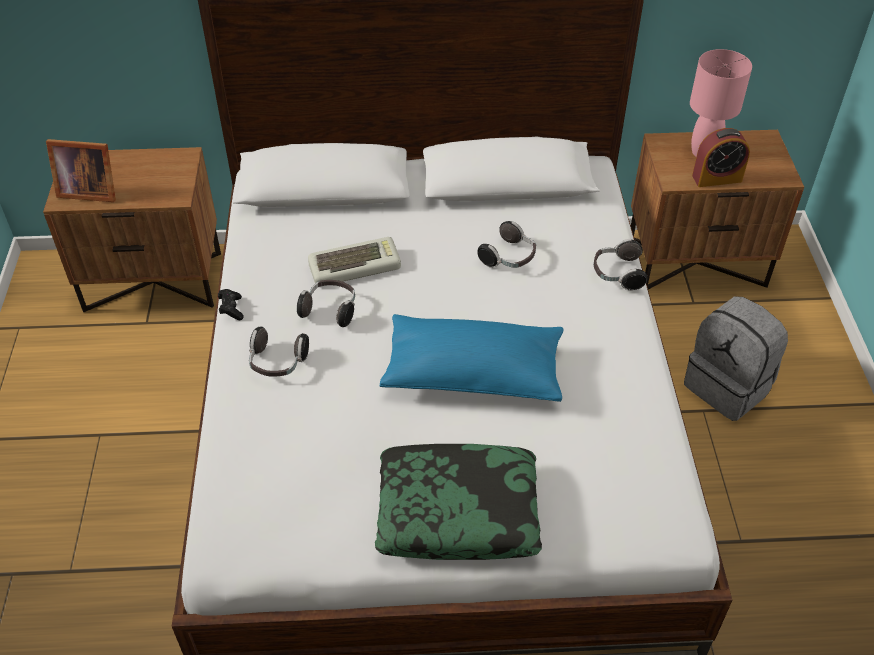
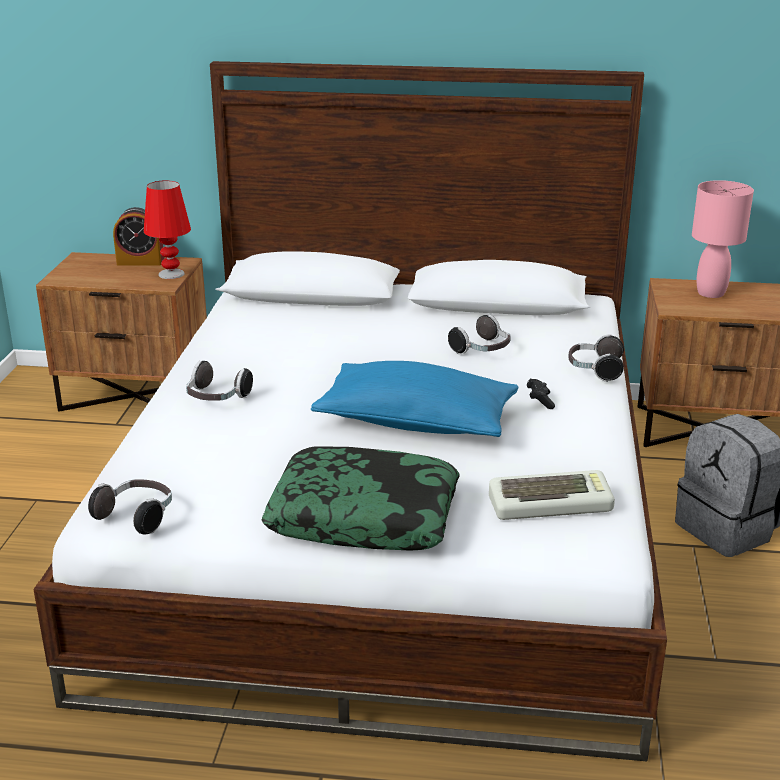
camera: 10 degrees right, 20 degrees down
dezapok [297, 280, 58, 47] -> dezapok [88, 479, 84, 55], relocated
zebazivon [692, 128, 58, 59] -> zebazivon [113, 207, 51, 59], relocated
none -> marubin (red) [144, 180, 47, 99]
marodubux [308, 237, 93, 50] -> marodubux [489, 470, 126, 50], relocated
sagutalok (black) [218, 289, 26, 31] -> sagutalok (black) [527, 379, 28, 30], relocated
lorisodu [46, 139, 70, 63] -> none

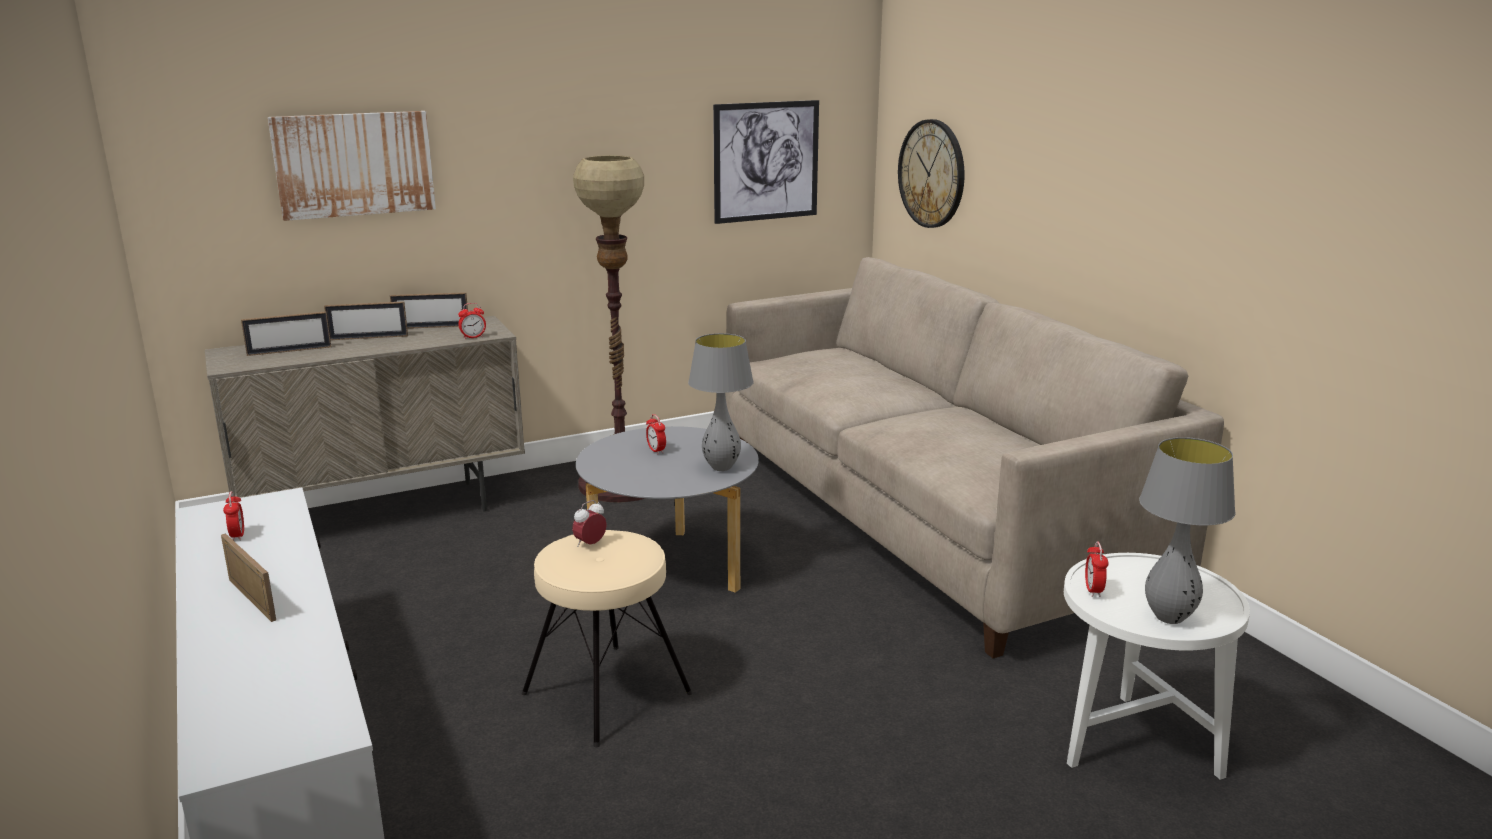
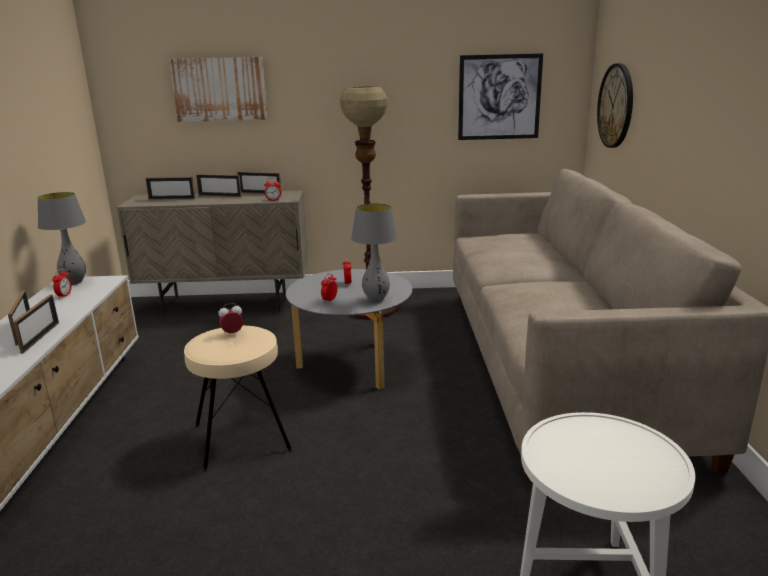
camera: 25 degrees right, 0 degrees up
none -> lorisodu [13, 294, 46, 60]
marubin (grey) [1139, 437, 97, 187] -> marubin (grey) [38, 192, 48, 93], relocated
zebazivon [1085, 542, 24, 55] -> zebazivon [321, 273, 17, 30], relocated

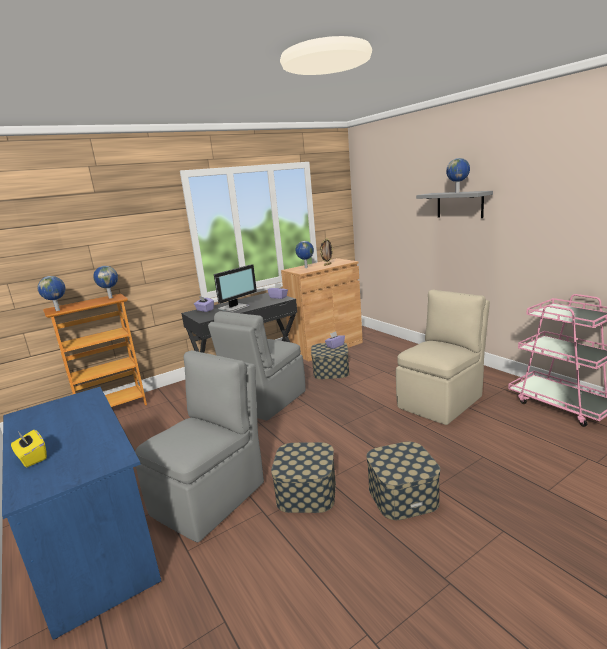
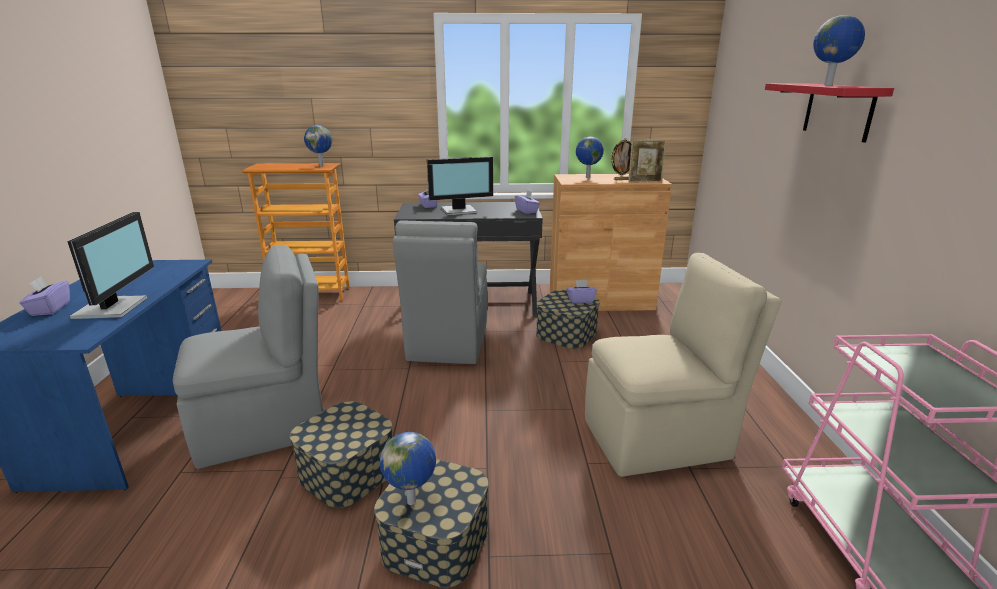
camera: 30 degrees right, 5 degrees up
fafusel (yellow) [11, 430, 36, 37] -> fafusel (purple) [20, 276, 50, 40]
none -> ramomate [67, 212, 87, 107]
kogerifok [38, 276, 27, 35] -> kogerifok [380, 432, 56, 73], relocated
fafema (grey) [208, 311, 98, 110] -> fafema (grey) [393, 220, 95, 144], 60 degrees counterclockwise
none -> lorisodu [628, 140, 38, 43]
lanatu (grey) [416, 191, 77, 27] -> lanatu (red) [765, 83, 129, 60]

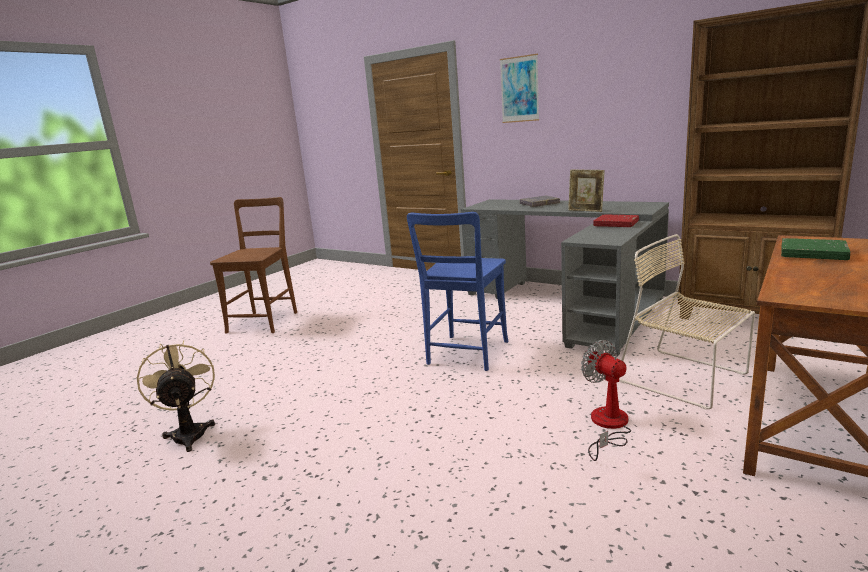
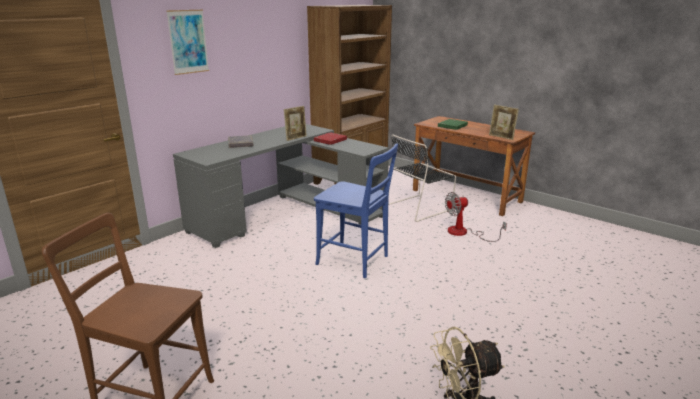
camera: 85 degrees left, 5 degrees up
fafema (beige) [619, 234, 136, 176] -> fafema (black) [388, 135, 68, 87]
none -> lorisodu [489, 105, 30, 35]

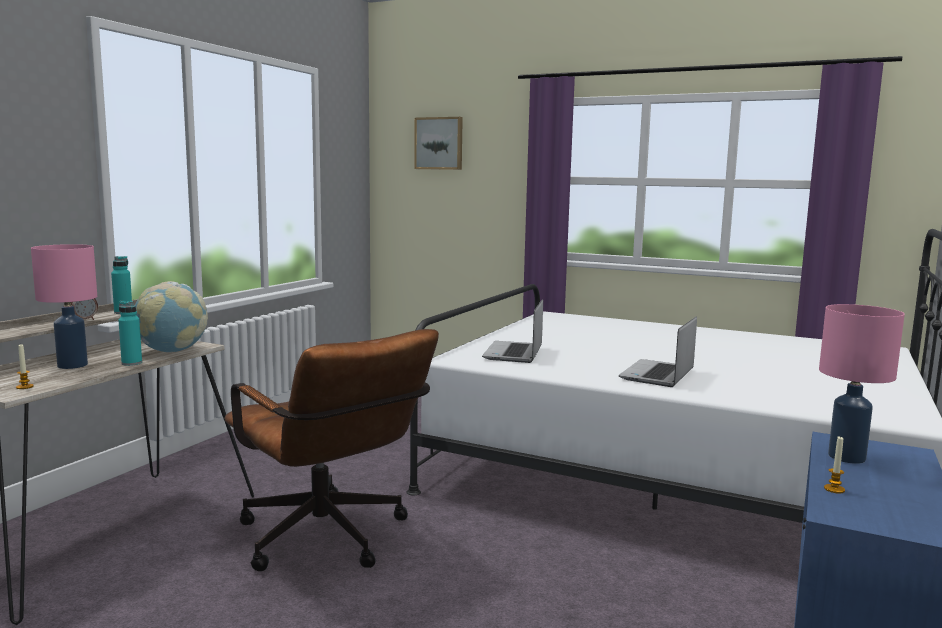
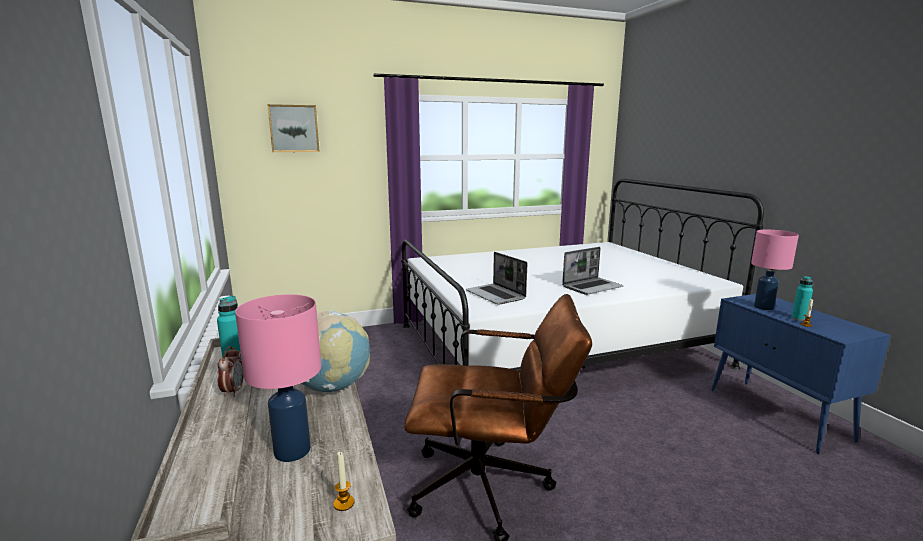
camera: 45 degrees left, 5 degrees up
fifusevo [619, 316, 78, 71] -> fifusevo [562, 247, 62, 48], 105 degrees counterclockwise
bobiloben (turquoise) [118, 301, 24, 65] -> bobiloben (turquoise) [791, 276, 22, 45], relocated

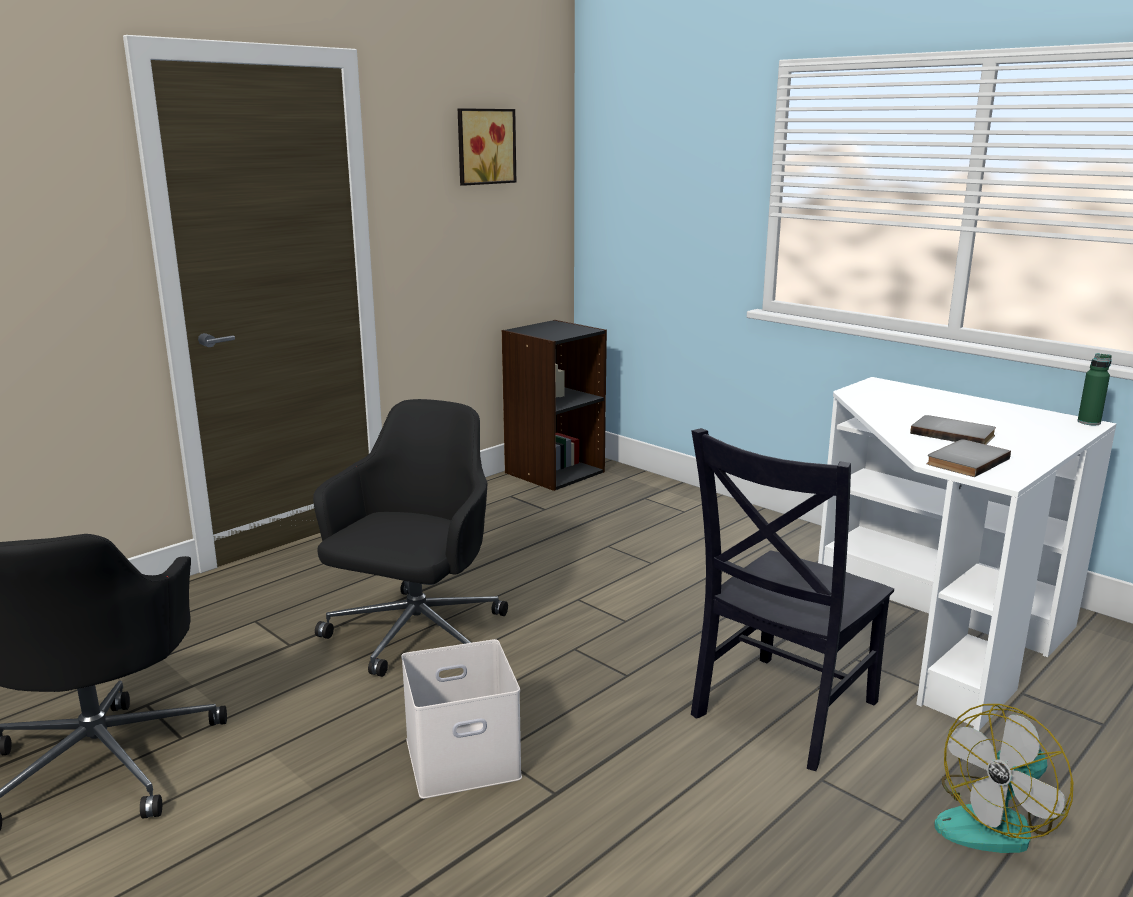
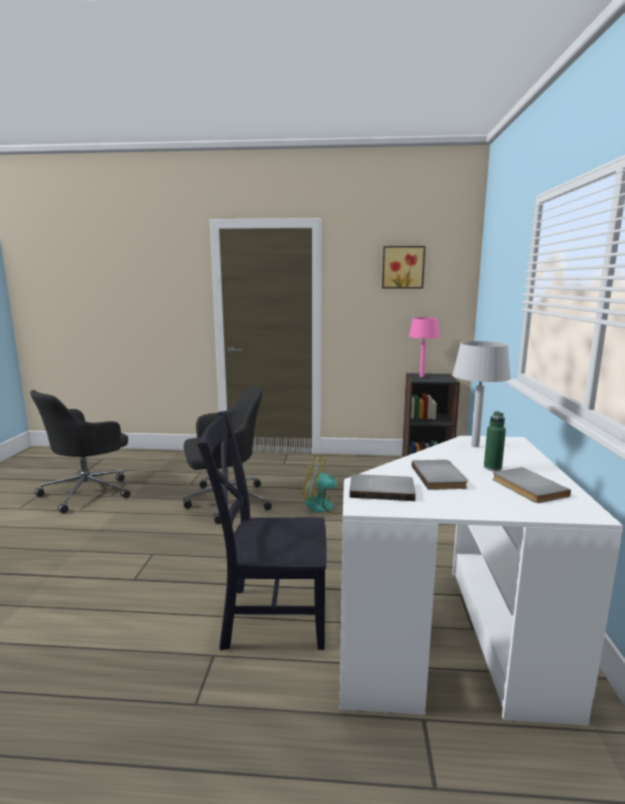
camera: 50 degrees right, 5 degrees down
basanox [934, 704, 139, 149] -> basanox [303, 455, 40, 59], relocated
none -> marubin (pink) [409, 317, 31, 60]
none -> marubin (grey) [452, 341, 59, 106]
bobiloben (green) [1077, 353, 35, 72] -> bobiloben (green) [484, 411, 22, 60], relocated
none -> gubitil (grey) [493, 467, 78, 36]
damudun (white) [401, 639, 121, 160] -> none

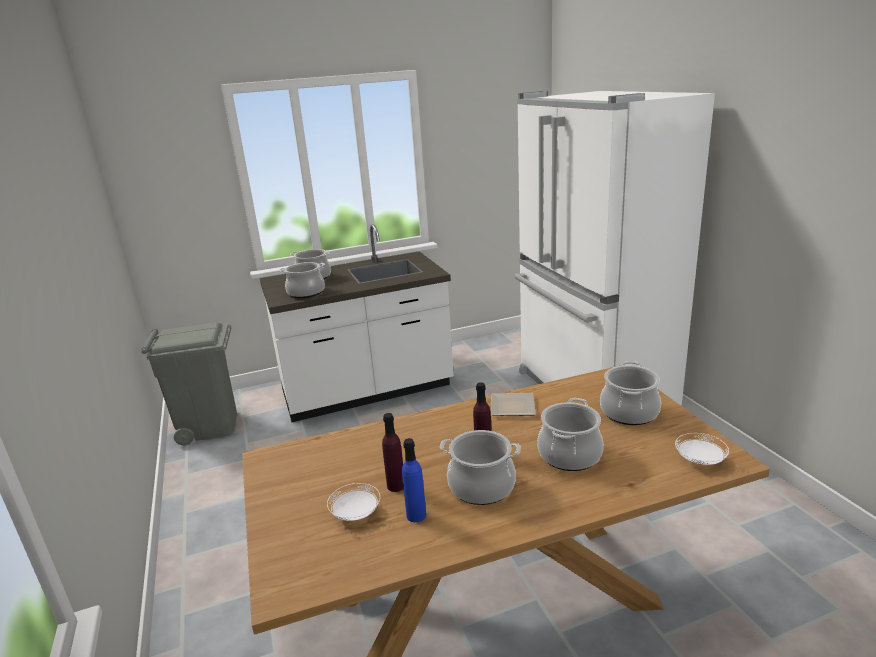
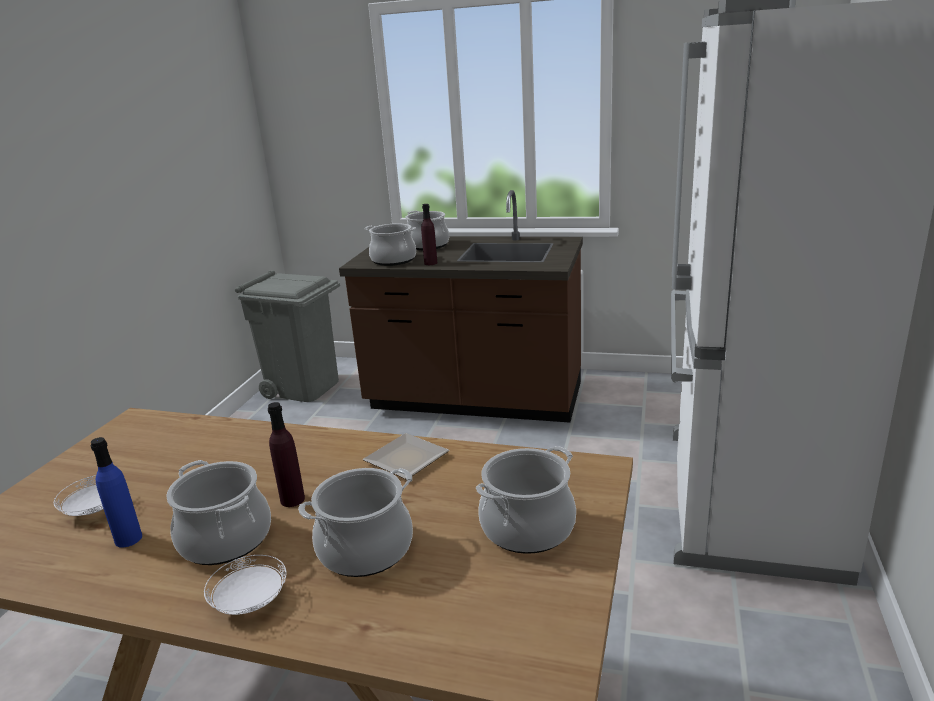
camera: 35 degrees right, 0 degrees up
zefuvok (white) [675, 433, 54, 32] -> zefuvok (white) [204, 555, 83, 60], relocated
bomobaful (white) [260, 224, 194, 198] -> bomobaful (brown) [339, 190, 244, 232]
bobiloben (purple) [382, 413, 22, 79] -> bobiloben (purple) [421, 204, 16, 61], relocated

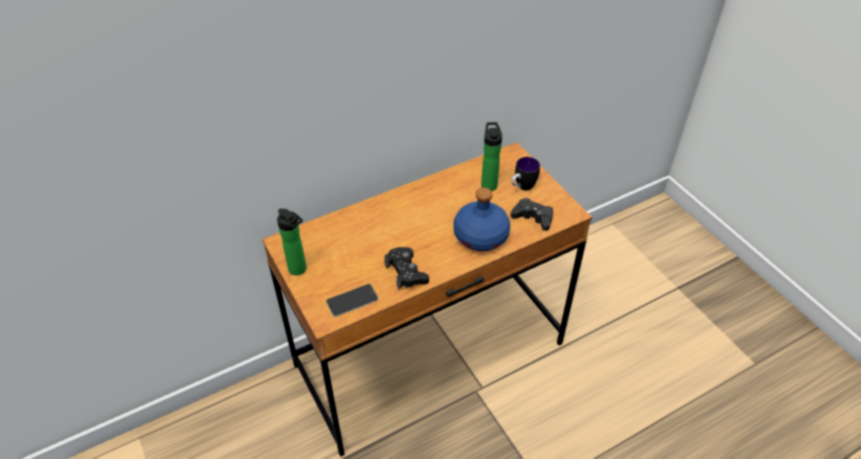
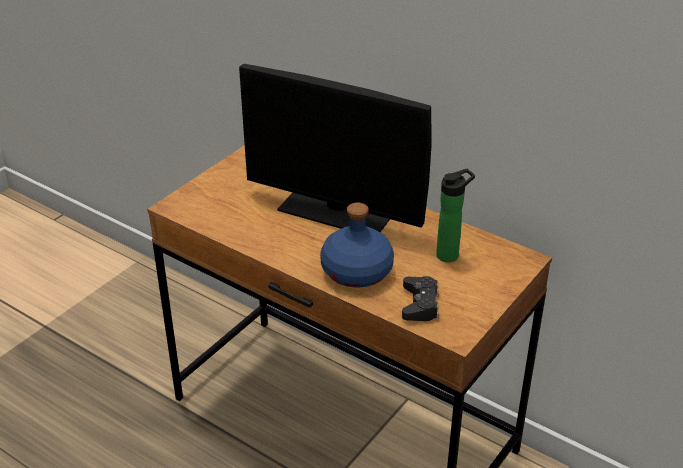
camera: 65 degrees right, 10 degrees down
none -> ramomate [239, 64, 193, 168]
bobiloben [277, 209, 30, 67] -> none
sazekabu [326, 284, 53, 33] -> none
sagutalok (black) [384, 247, 45, 42] -> none
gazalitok [511, 157, 29, 33] -> none

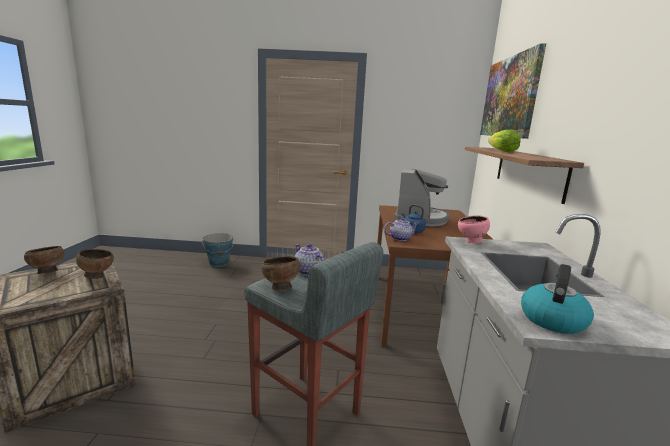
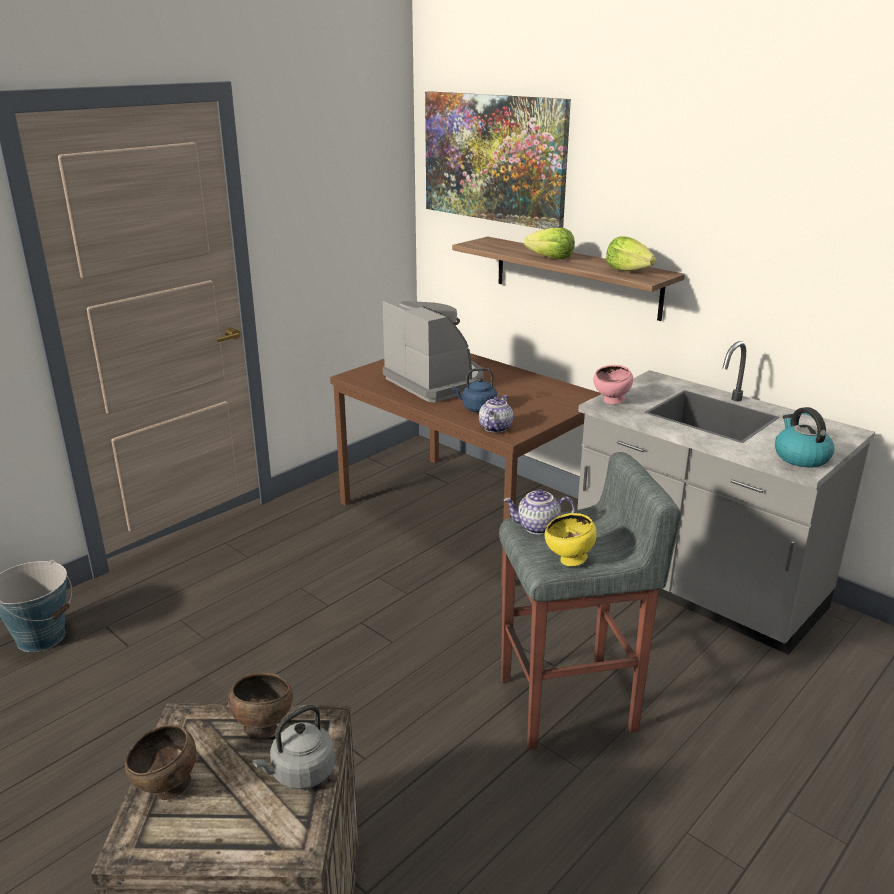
camera: 50 degrees left, 10 degrees up
none -> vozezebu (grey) [252, 705, 83, 84]
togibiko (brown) [261, 256, 39, 34] -> togibiko (yellow) [545, 513, 52, 53]
none -> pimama [606, 236, 50, 35]

